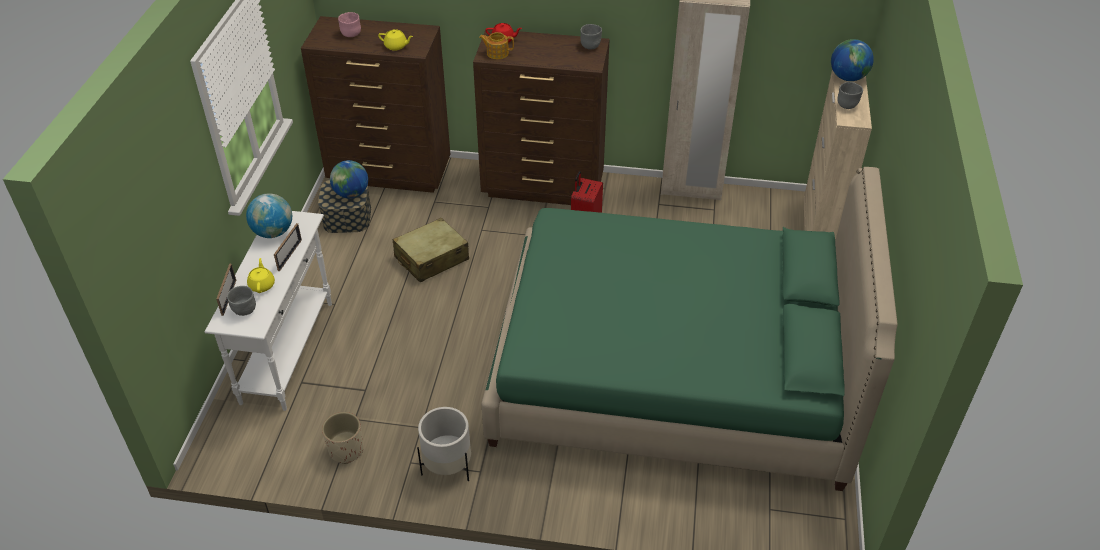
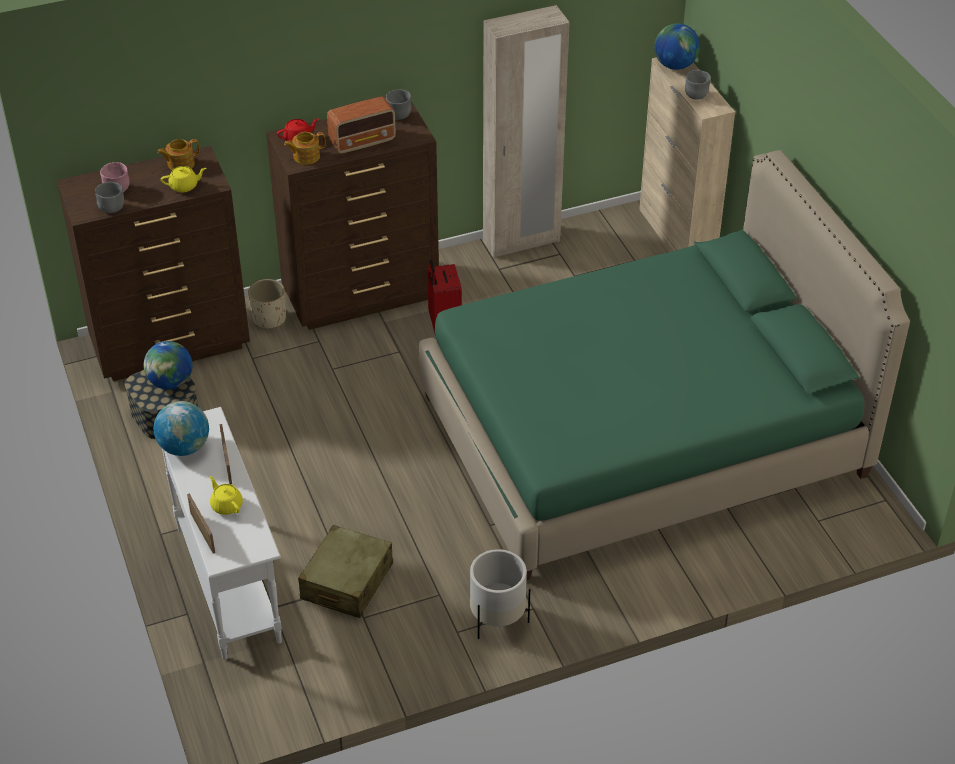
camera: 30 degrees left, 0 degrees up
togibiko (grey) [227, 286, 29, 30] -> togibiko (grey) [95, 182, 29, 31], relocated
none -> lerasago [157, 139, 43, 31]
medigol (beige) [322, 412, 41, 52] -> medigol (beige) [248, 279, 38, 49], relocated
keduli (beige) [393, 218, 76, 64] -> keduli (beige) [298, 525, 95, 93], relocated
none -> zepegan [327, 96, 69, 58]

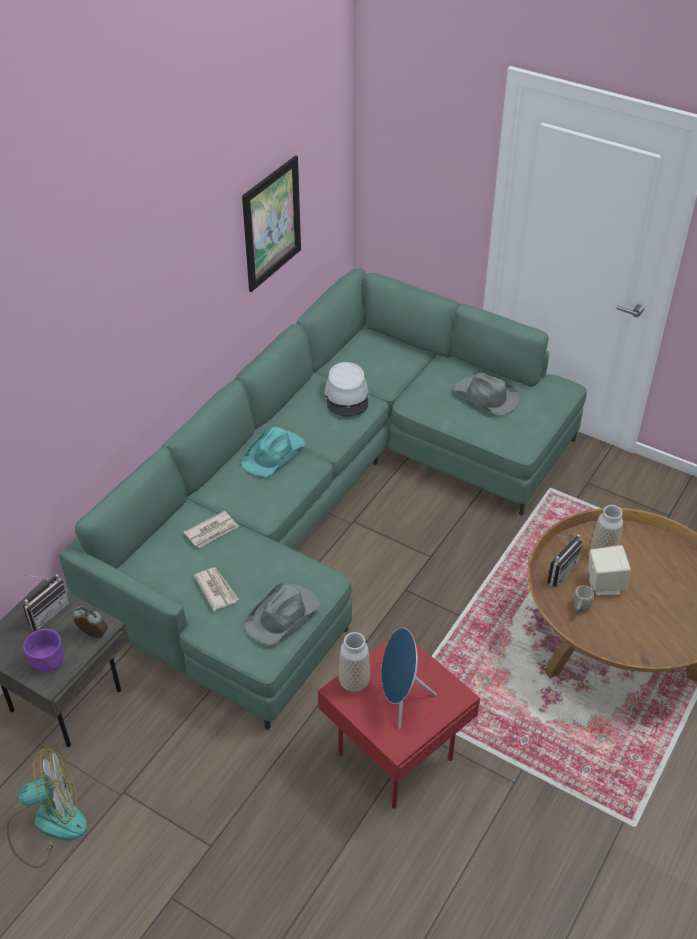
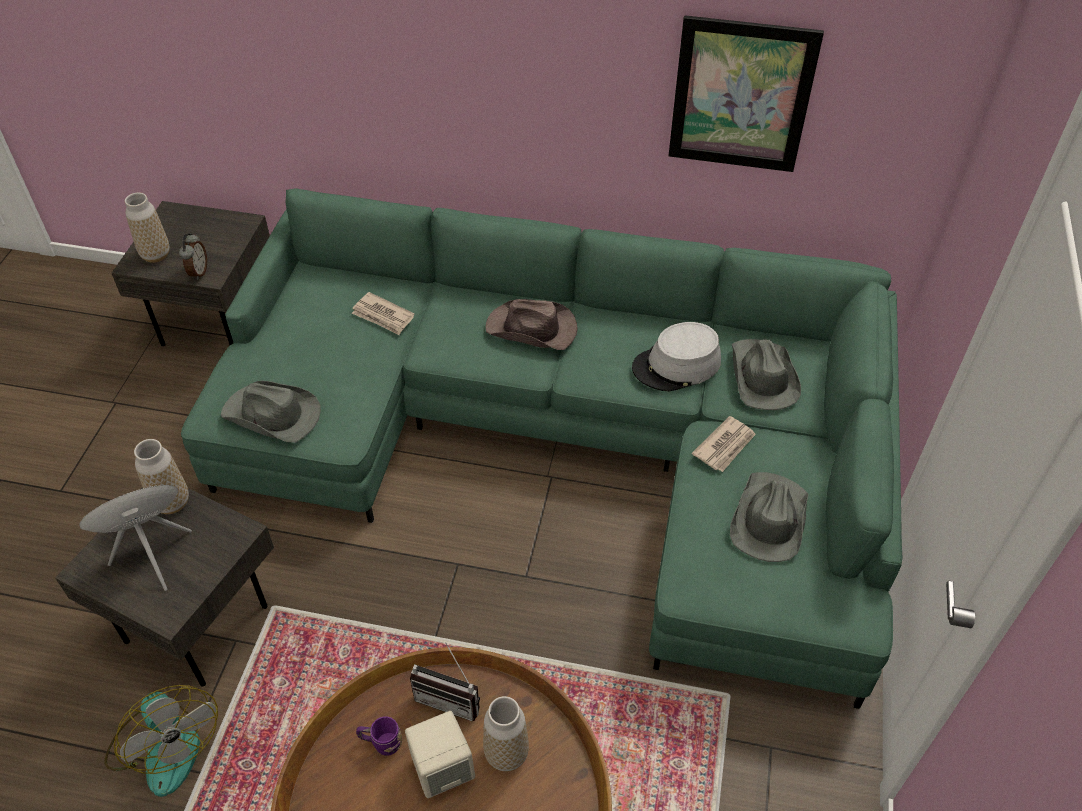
camera: 70 degrees right, 5 degrees up
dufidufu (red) [318, 637, 162, 172] -> dufidufu (grey) [55, 487, 219, 200]
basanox [7, 747, 80, 121] -> basanox [104, 685, 114, 112], relocated
togibiko (purple) [23, 629, 41, 44] -> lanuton [125, 193, 45, 70]
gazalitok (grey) [574, 585, 20, 30] -> gazalitok (purple) [356, 717, 46, 39]
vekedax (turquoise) [241, 427, 65, 50] -> vekedax (brown) [485, 299, 93, 51]
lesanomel [194, 567, 45, 44] -> lesanomel [692, 416, 64, 56], relocated
none -> vekedax (grey) [732, 339, 69, 71]
zepegan [23, 574, 46, 56] -> none

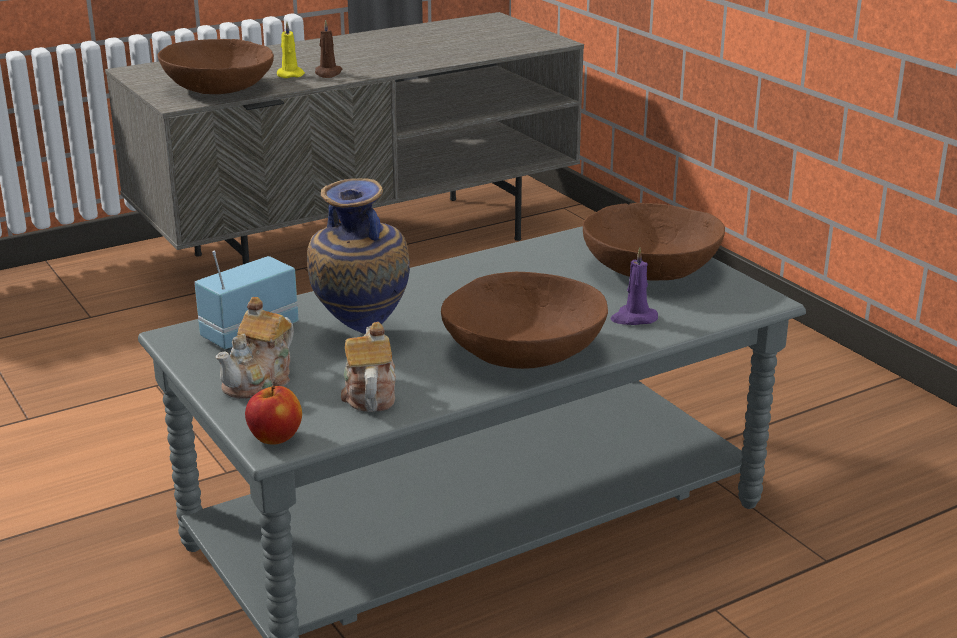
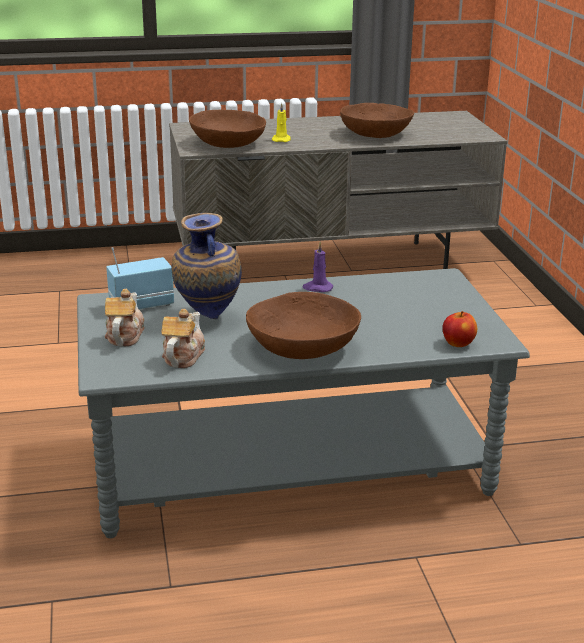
camera: 20 degrees right, 0 degrees up
lerasago [215, 297, 79, 102] -> lerasago [105, 289, 40, 57], 135 degrees clockwise
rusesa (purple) [610, 247, 48, 78] -> rusesa (purple) [302, 242, 31, 50], relocated
togibiko (brown) [583, 203, 142, 78] -> togibiko (brown) [340, 103, 74, 35], relocated
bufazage [245, 386, 57, 59] -> bufazage [442, 311, 35, 36], relocated
rusesa (brown) [315, 19, 27, 59] -> none

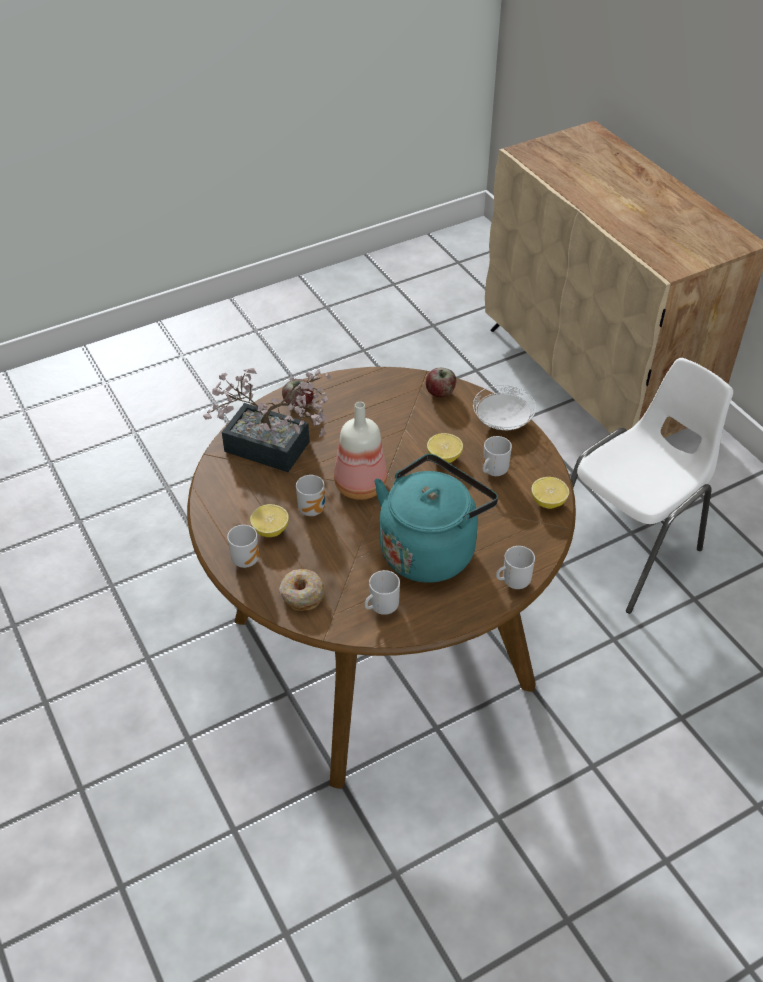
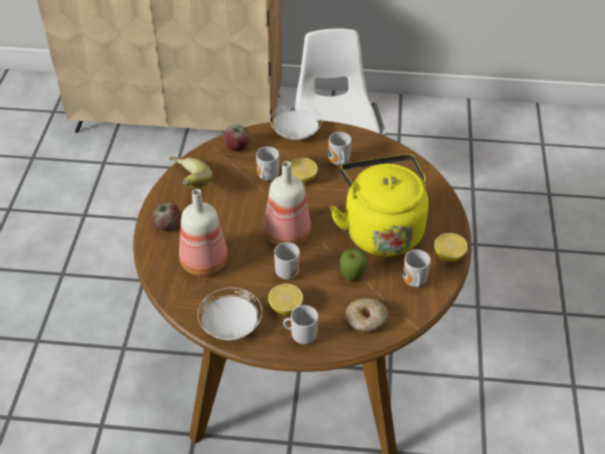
camera: 55 degrees left, 0 degrees up
none -> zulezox [168, 155, 44, 34]
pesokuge [203, 368, 128, 104] -> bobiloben [179, 189, 49, 87]
none -> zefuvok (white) [198, 288, 64, 52]
gazalitok [496, 546, 39, 43] -> gazalitok [256, 147, 23, 34], relocated
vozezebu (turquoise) [374, 454, 124, 129] -> vozezebu (yellow) [330, 154, 99, 103]
none -> bufazage [340, 248, 28, 33]
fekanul [531, 477, 38, 32] -> fekanul [434, 233, 34, 28], relocated

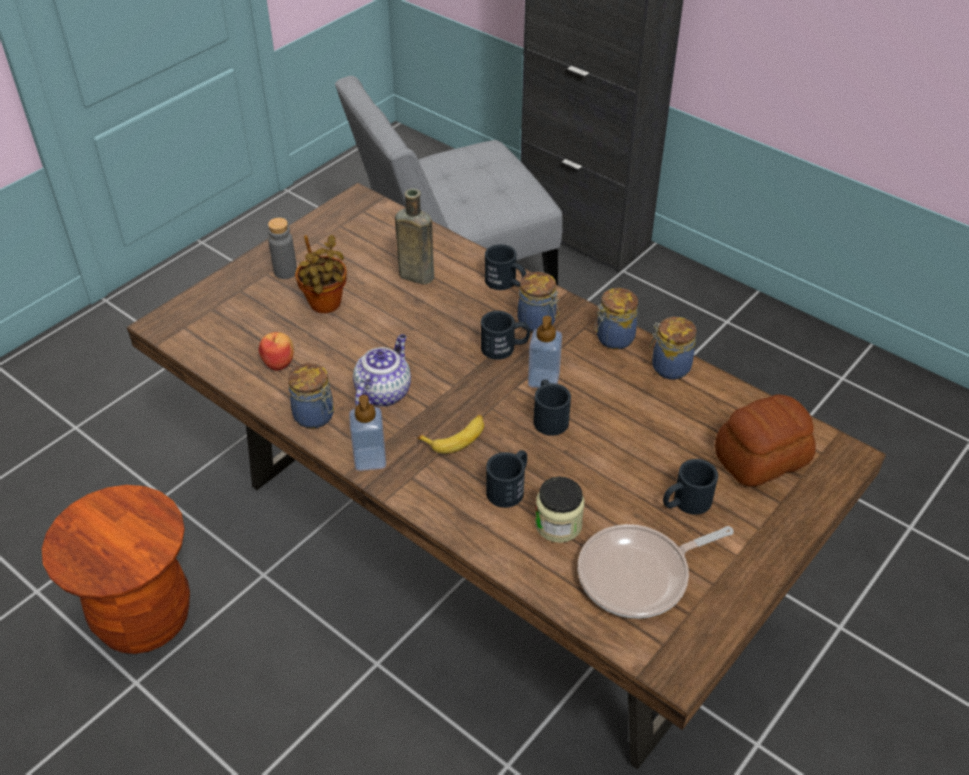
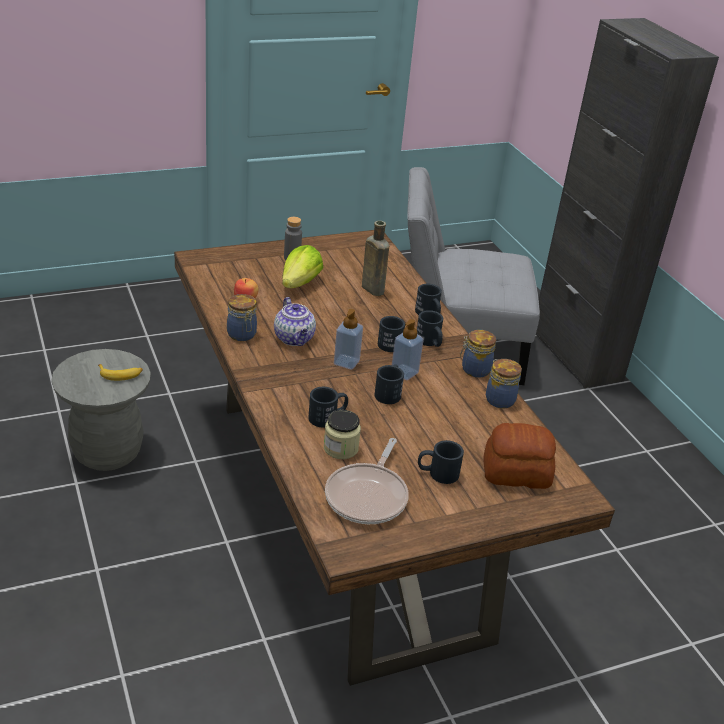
camera: 25 degrees right, 10 degrees down
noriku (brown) [42, 485, 148, 169] -> noriku (grey) [51, 349, 100, 122]
zulezox [417, 415, 67, 39] -> zulezox [98, 364, 45, 17], relocated
lerasago [353, 334, 58, 73] -> lerasago [274, 297, 42, 49], 105 degrees clockwise
pesokuge [295, 235, 52, 78] -> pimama [282, 245, 41, 43]
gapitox [578, 524, 156, 95] -> gapitox [325, 438, 84, 86], 75 degrees counterclockwise
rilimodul [349, 395, 37, 76] -> rilimodul [334, 309, 29, 60], relocated
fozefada [517, 272, 42, 60] -> gazalitok (black) [417, 310, 26, 37]

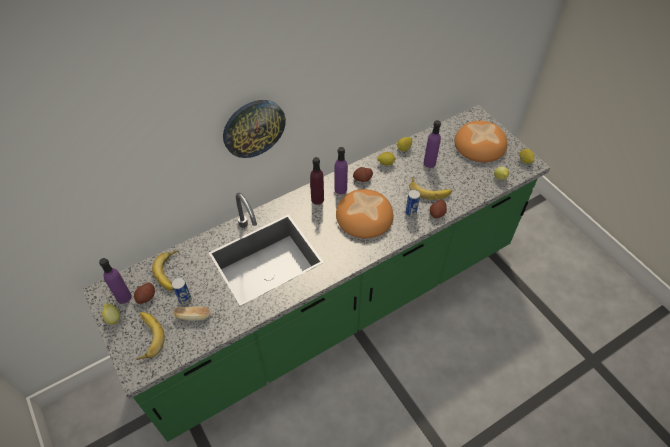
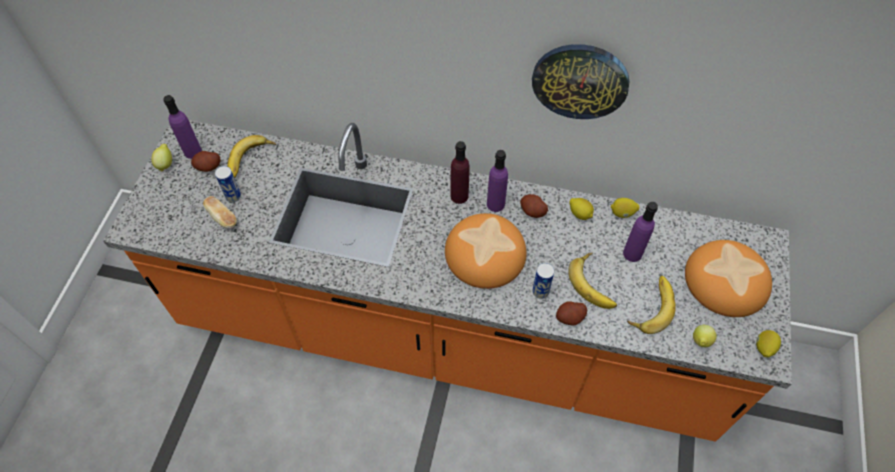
camera: 45 degrees right, 5 degrees up
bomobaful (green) [82, 105, 469, 337] -> bomobaful (orange) [103, 120, 689, 322]
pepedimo [223, 100, 63, 58] -> pepedimo [532, 44, 98, 75], relocated
zulezox [136, 312, 28, 48] -> zulezox [627, 276, 49, 58], relocated

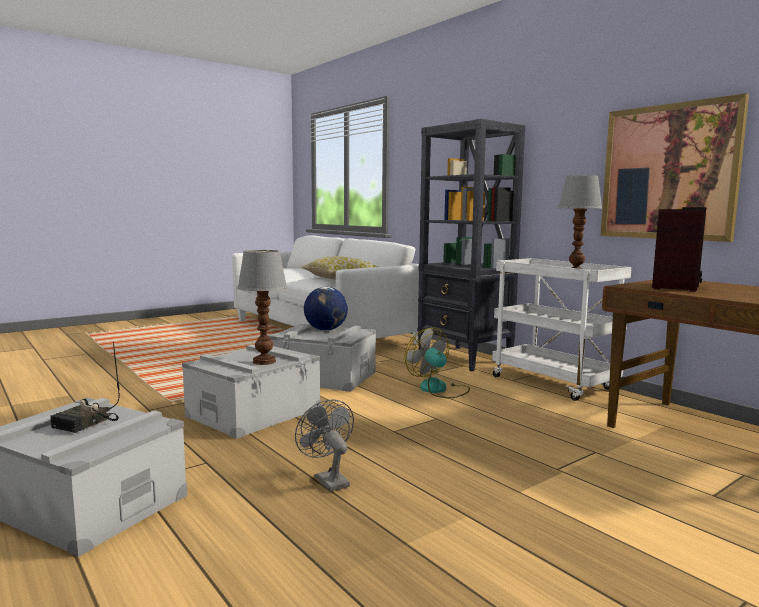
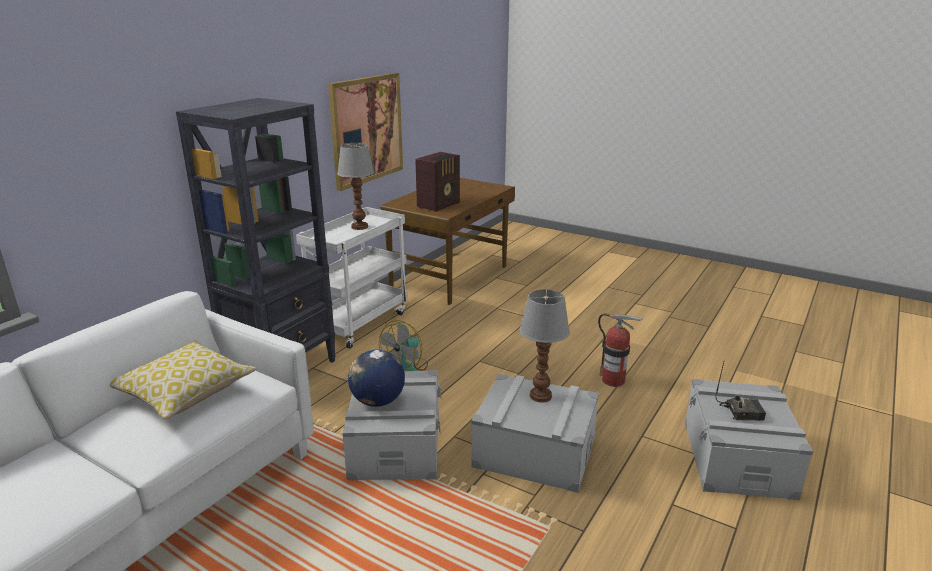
camera: 110 degrees left, 15 degrees up
zepegan [652, 207, 54, 85] -> zepegan [415, 152, 45, 60], 120 degrees clockwise
basanox (grey) [295, 399, 59, 93] -> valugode [598, 313, 45, 74]

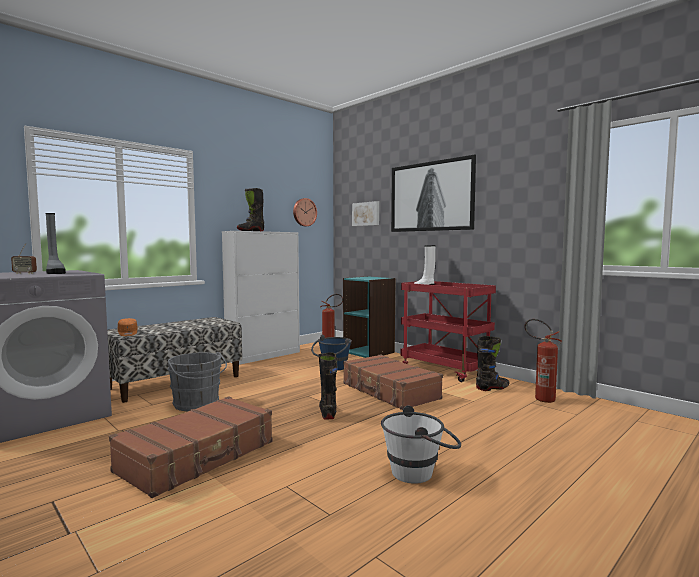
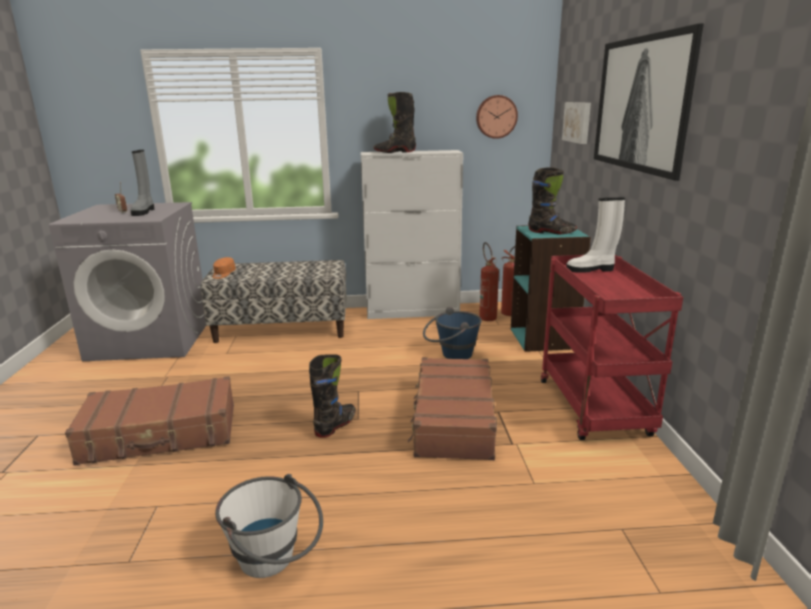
camera: 40 degrees right, 15 degrees up
valugode [525, 319, 37, 84] -> valugode [479, 242, 20, 79], relocated
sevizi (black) [476, 336, 34, 55] -> sevizi (black) [528, 167, 49, 67], relocated
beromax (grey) [167, 352, 60, 59] -> none

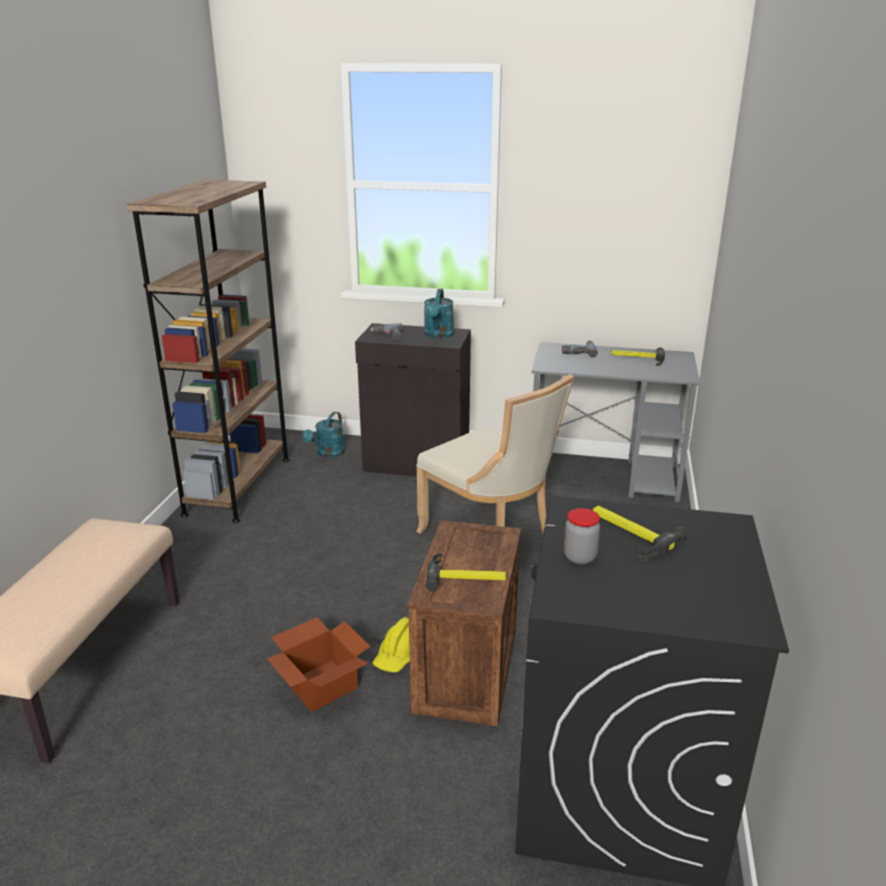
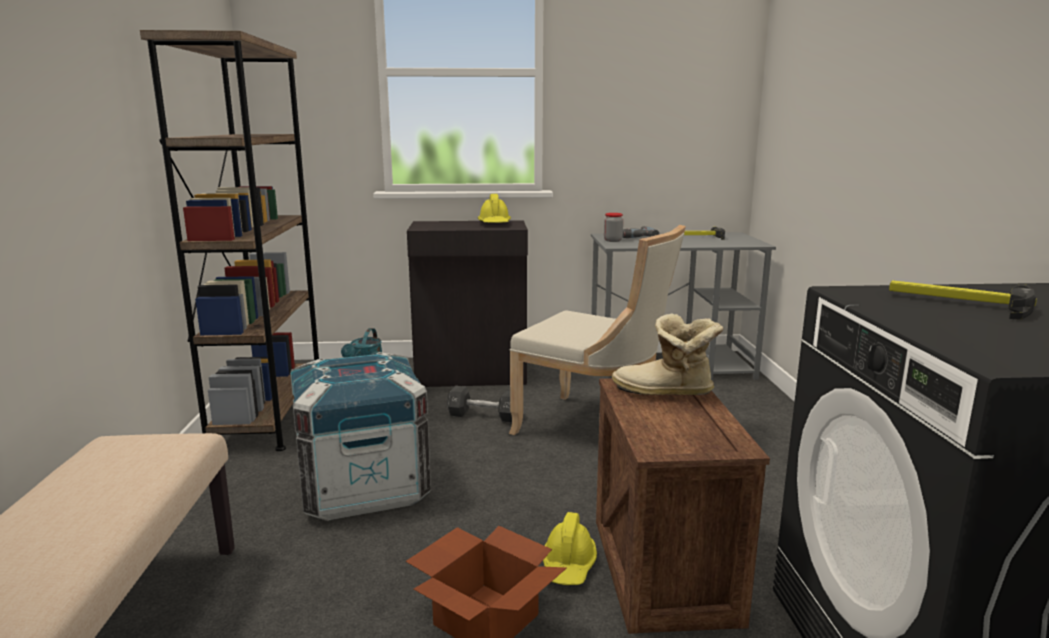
camera: 15 degrees left, 10 degrees down
none -> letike [290, 352, 141, 169]
none -> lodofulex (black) [447, 386, 65, 37]
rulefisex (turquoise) [424, 289, 30, 50] -> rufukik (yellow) [478, 194, 33, 29]
fozefada [564, 508, 36, 56] -> fozefada [604, 213, 19, 29], relocated
none -> sevizi [612, 313, 112, 82]
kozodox [370, 323, 33, 18] -> none
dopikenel [426, 553, 80, 38] -> none

